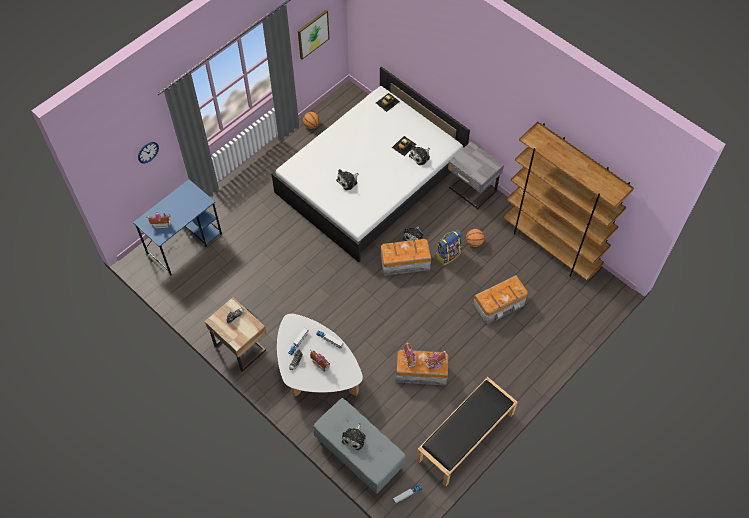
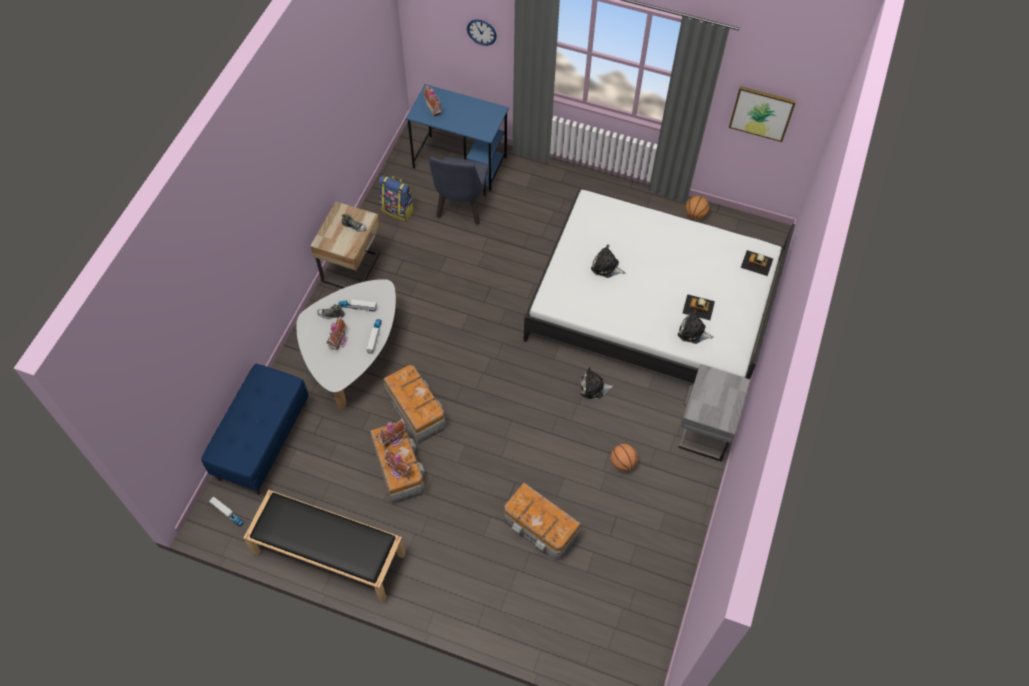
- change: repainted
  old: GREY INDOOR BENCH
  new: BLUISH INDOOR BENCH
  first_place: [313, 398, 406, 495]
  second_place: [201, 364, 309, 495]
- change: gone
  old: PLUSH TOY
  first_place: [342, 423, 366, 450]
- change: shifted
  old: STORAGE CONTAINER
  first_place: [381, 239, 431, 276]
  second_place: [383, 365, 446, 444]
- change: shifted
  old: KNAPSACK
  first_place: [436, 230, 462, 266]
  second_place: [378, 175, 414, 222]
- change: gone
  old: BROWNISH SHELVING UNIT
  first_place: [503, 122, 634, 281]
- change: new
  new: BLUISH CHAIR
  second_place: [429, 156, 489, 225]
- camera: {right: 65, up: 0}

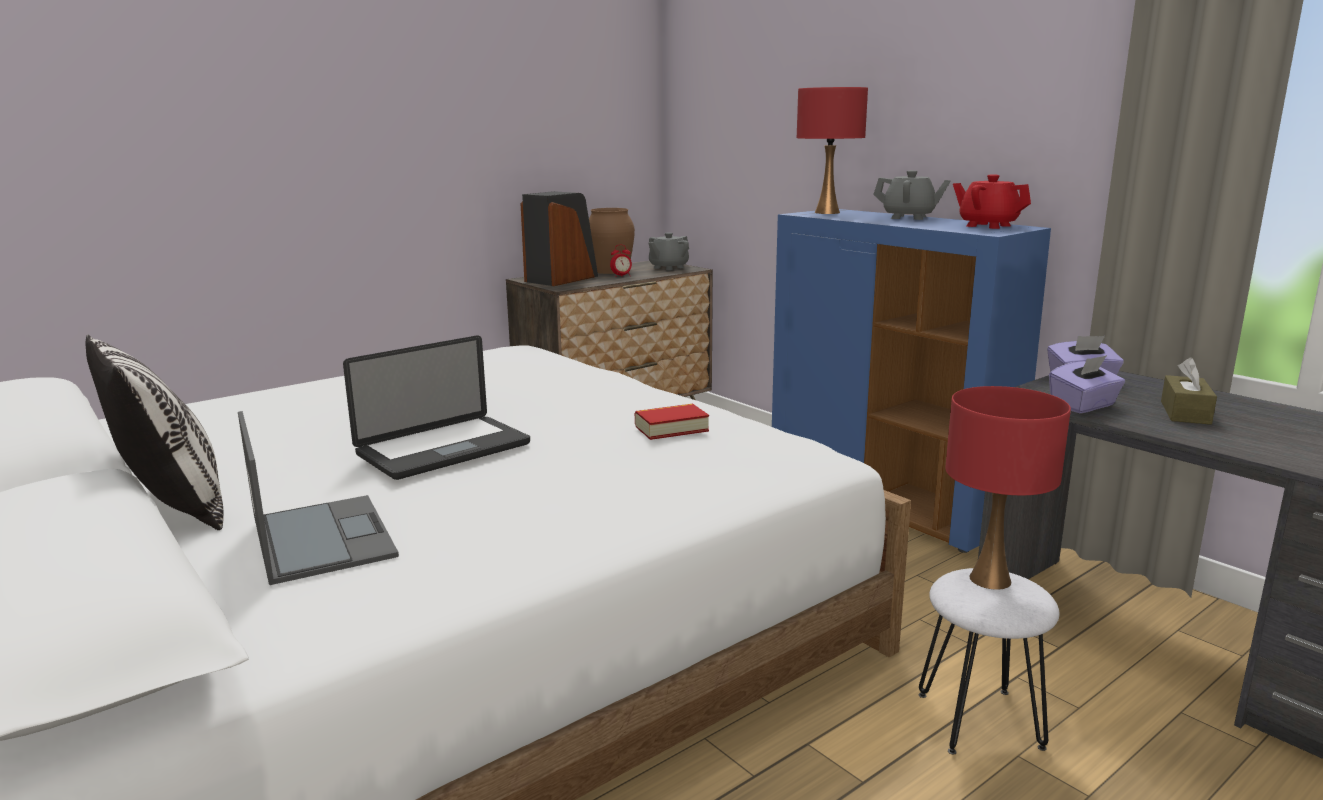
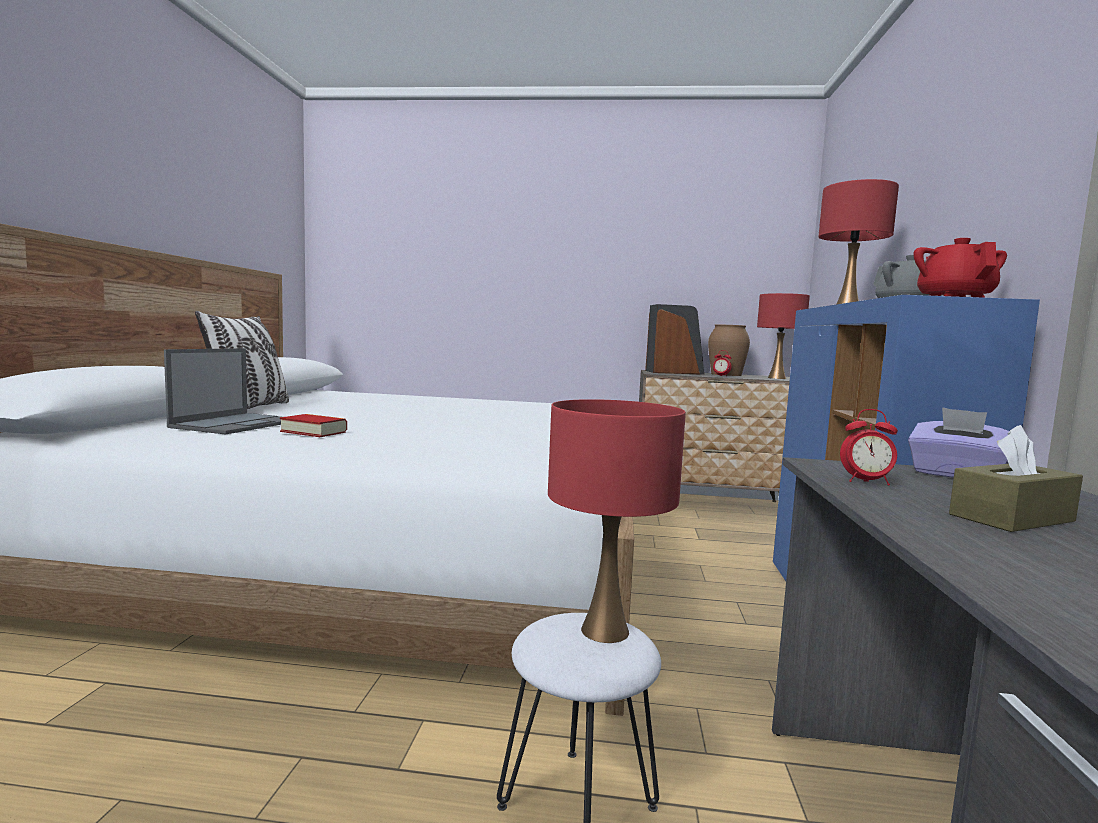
- change: gone
  old: PORTABLE COMPUTER
  first_place: [343, 336, 530, 480]
- change: shifted
  old: BOUND BOOK
  first_place: [635, 404, 709, 440]
  second_place: [280, 414, 347, 437]
- change: swapped
  old: GREY TEAPOT
  new: RED-COLOURED TABLETOP LAMP
  first_place: [649, 233, 689, 270]
  second_place: [757, 293, 810, 379]
- change: swapped
  old: PURPLE TISSUE HOLDER
  new: BEDSIDE CLOCK
  first_place: [1049, 355, 1125, 413]
  second_place: [840, 409, 898, 486]
- camera: {right: 45, up: -10}

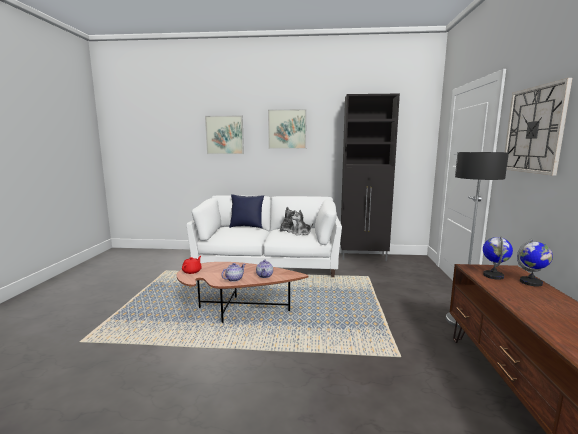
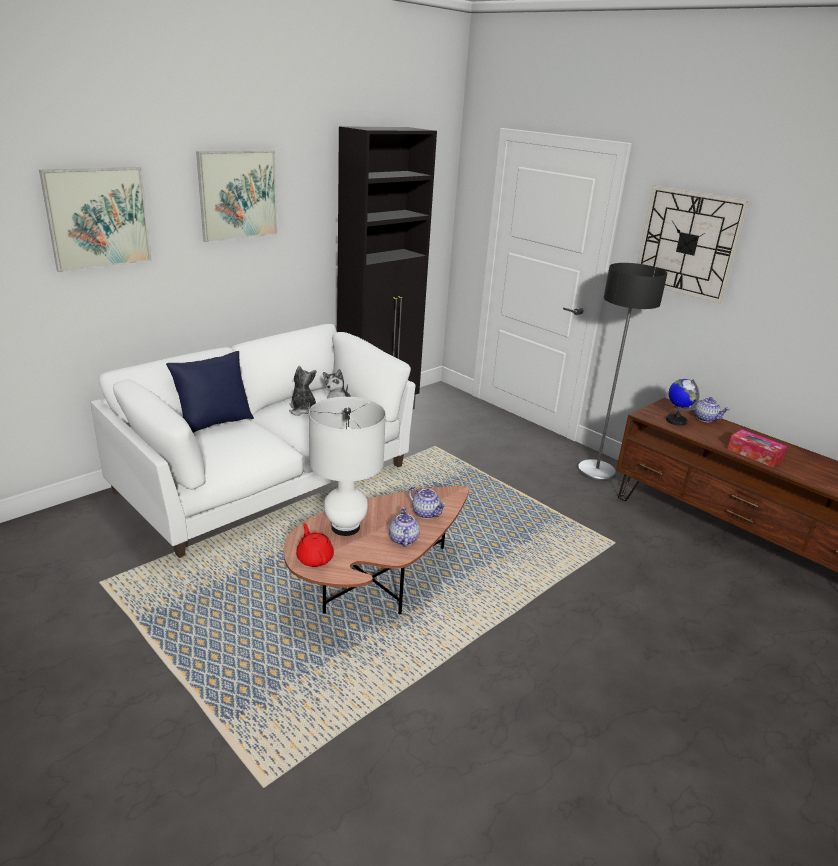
- change: swapped
  old: DESK GLOBE
  new: TEAPOT
  first_place: [517, 239, 553, 287]
  second_place: [689, 397, 730, 422]
- change: new
  new: WHITE-COLOURED TABLETOP LAMP
  second_place: [309, 397, 386, 536]
- change: new
  new: TISSUE HOLDER
  second_place: [728, 429, 787, 467]
- camera: {right: -50, up: 15}

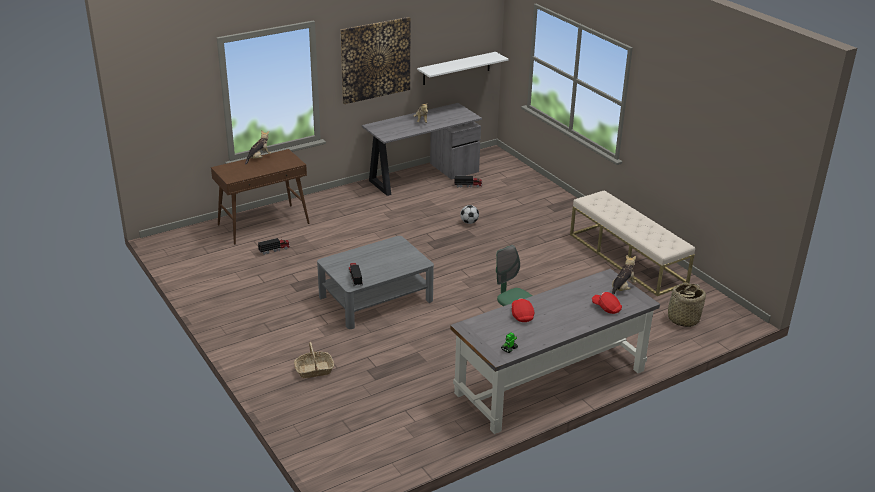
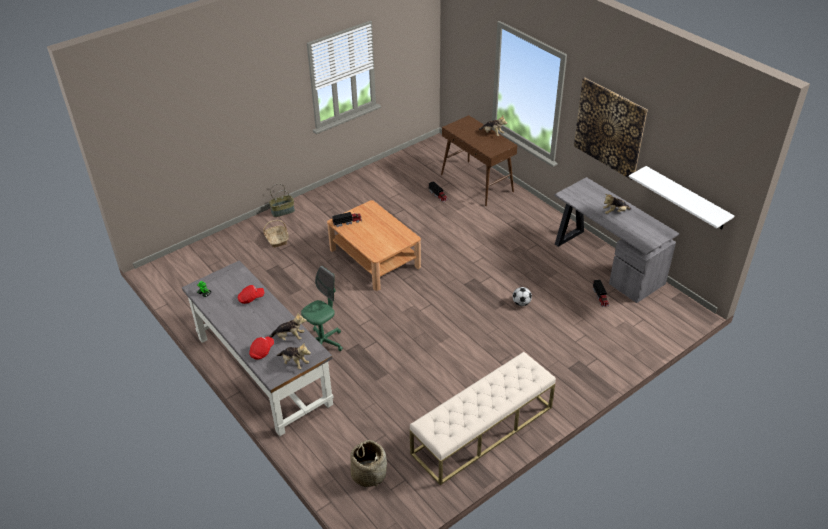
- change: repainted
  old: GREY LOW TABLE
  new: BROWNISH LOW TABLE
  first_place: [317, 236, 434, 329]
  second_place: [327, 200, 421, 291]
- change: new
  new: STORAGE BASKET
  second_place: [269, 183, 295, 217]
- change: new
  new: PLUSH TOY
  second_place: [269, 313, 307, 341]
- camera: {right: 85, up: 10}

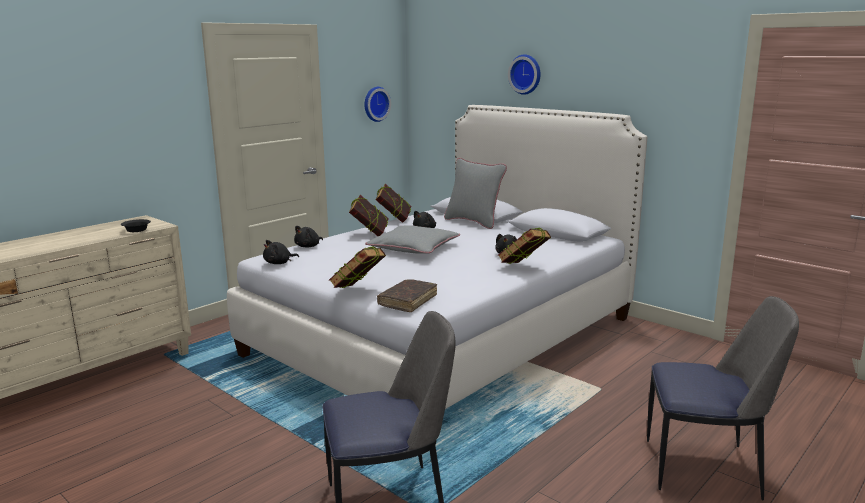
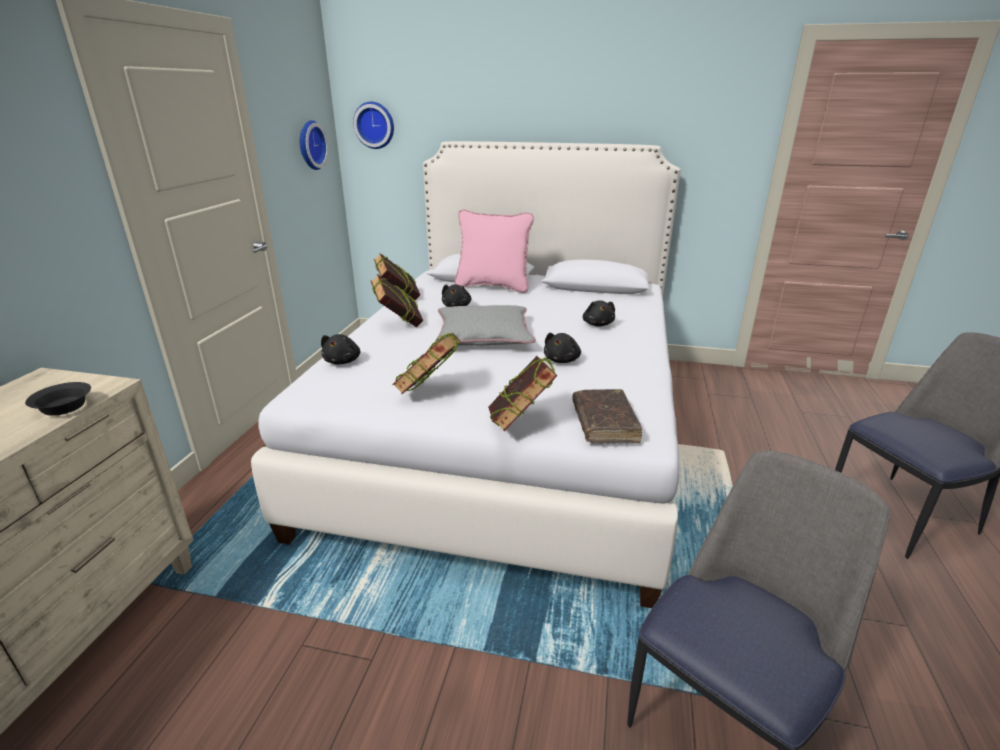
- change: shifted
  old: BLACK PLUSH TOY
  first_place: [263, 240, 299, 264]
  second_place: [544, 333, 581, 363]
- change: repainted
  old: GREY CUSHION
  new: PINK-COLOURED CUSHION
  first_place: [444, 158, 507, 229]
  second_place: [454, 209, 534, 293]
- change: shifted
  old: BOUND BOOK
  first_place: [497, 227, 551, 264]
  second_place: [392, 332, 461, 395]
- change: shifted
  old: WALL CLOCK
  first_place: [508, 54, 541, 95]
  second_place: [353, 102, 394, 149]
- camera: {right: -30, up: 10}

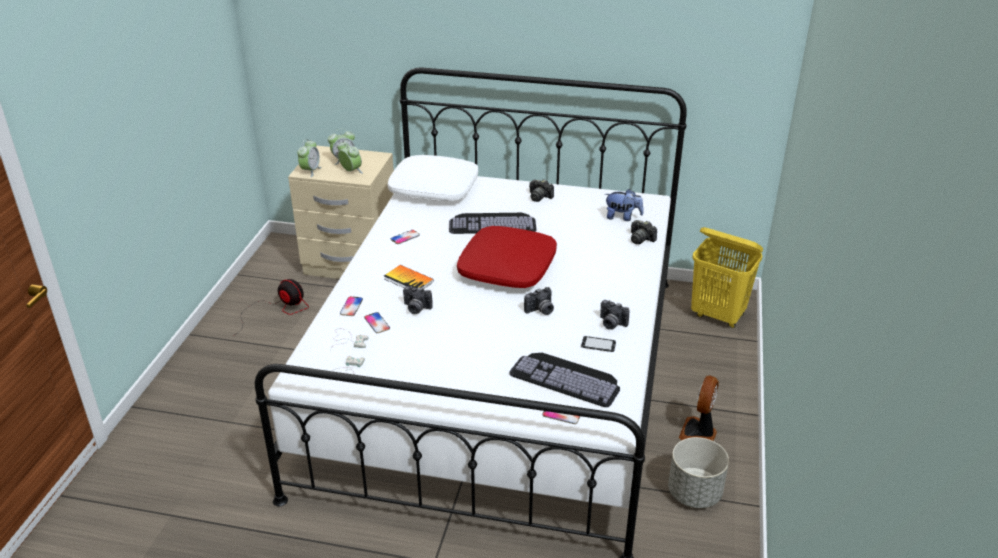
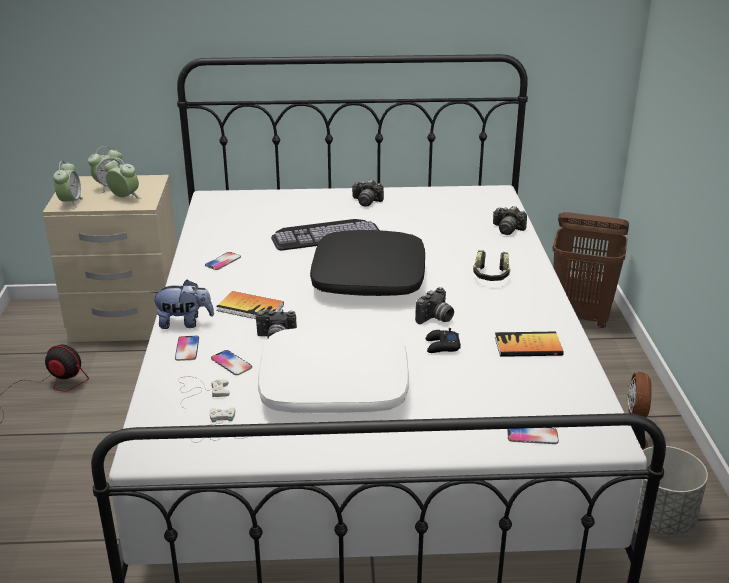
- change: shifted
  old: WHITE-COLOURED CUSHION
  first_place: [388, 155, 478, 201]
  second_place: [258, 326, 409, 414]
- change: repainted
  old: RED-COLOURED CUSHION
  new: BLACK CUSHION
  first_place: [457, 226, 557, 288]
  second_place: [310, 230, 425, 296]
- change: gone
  old: PC KEYBOARD
  first_place: [509, 353, 620, 407]
- change: swapped
  old: HANDSET
  new: BOUND BOOK
  first_place: [581, 336, 616, 352]
  second_place: [495, 332, 564, 357]
- change: gone
  old: PHOTO CAMERA
  first_place: [600, 300, 630, 330]
- change: shifted
  old: PLUSH TOY
  first_place: [605, 189, 644, 221]
  second_place: [151, 280, 214, 329]
- change: repainted
  old: YELLOWISH LAUNDRY BASKET
  new: BROWNISH LAUNDRY BASKET
  first_place: [691, 227, 763, 328]
  second_place: [553, 212, 629, 328]
- change: new
  new: BLACK GAMEPAD
  second_place: [426, 328, 461, 353]
- change: new
  new: HEADSET
  second_place: [473, 250, 510, 281]
- camera: {right: -15, up: -5}

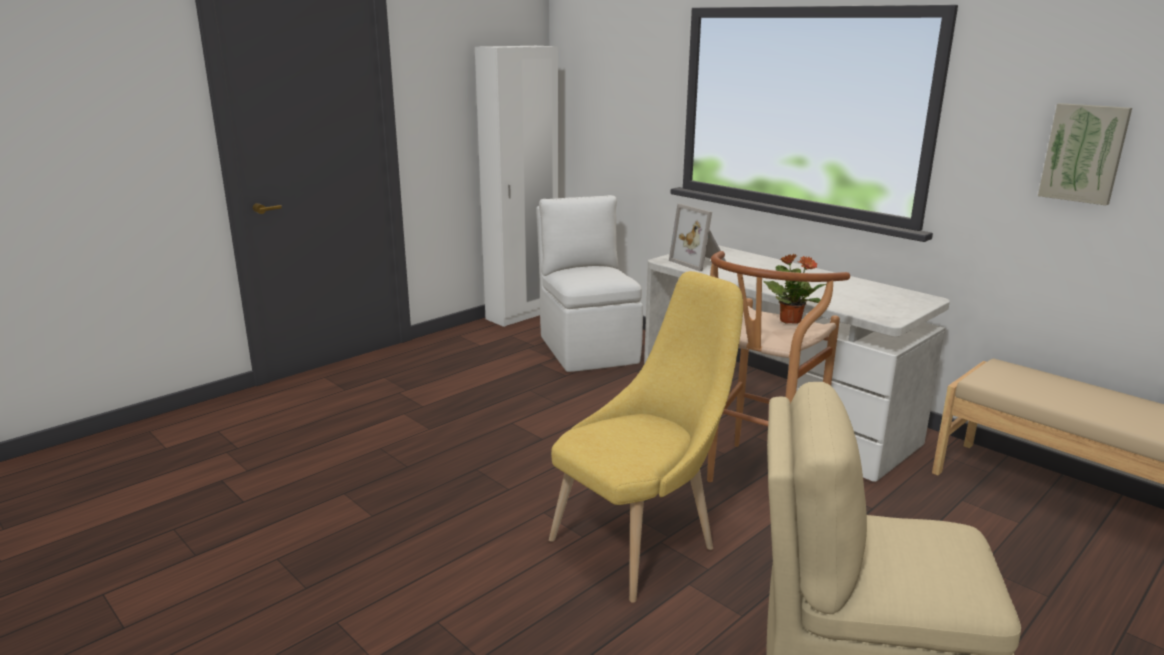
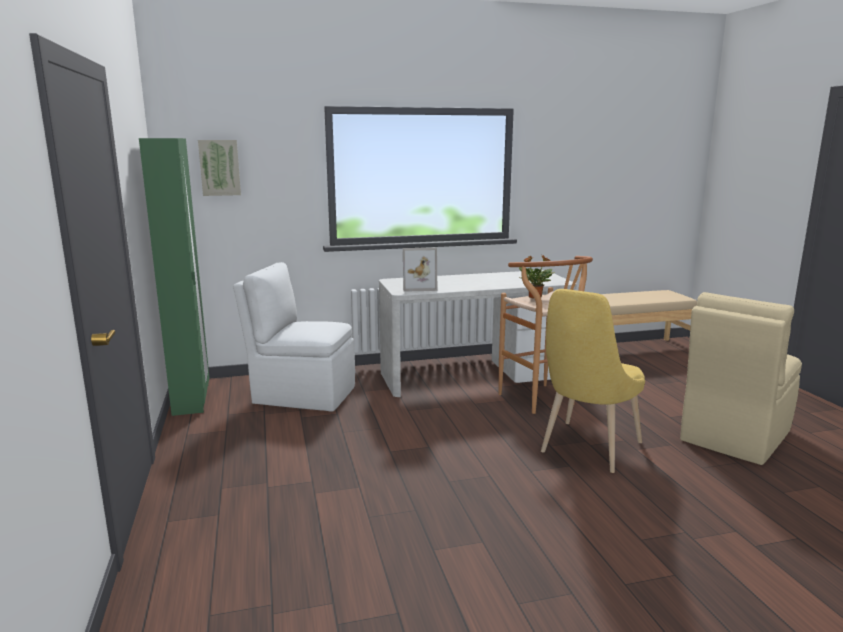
- change: repainted
  old: WHITE-COLOURED CLOTHES CUPBOARD
  new: GREEN CLOTHES CUPBOARD
  first_place: [475, 46, 559, 327]
  second_place: [139, 138, 209, 416]
- change: rotated
  old: YELLOWISH CHAIR
  first_place: [549, 271, 743, 603]
  second_place: [541, 289, 645, 473]
  degrees: -135
- change: shifted
  old: WALL PICTURE
  first_place: [1038, 103, 1132, 205]
  second_place: [198, 140, 241, 196]
- camera: {right: -60, up: -5}

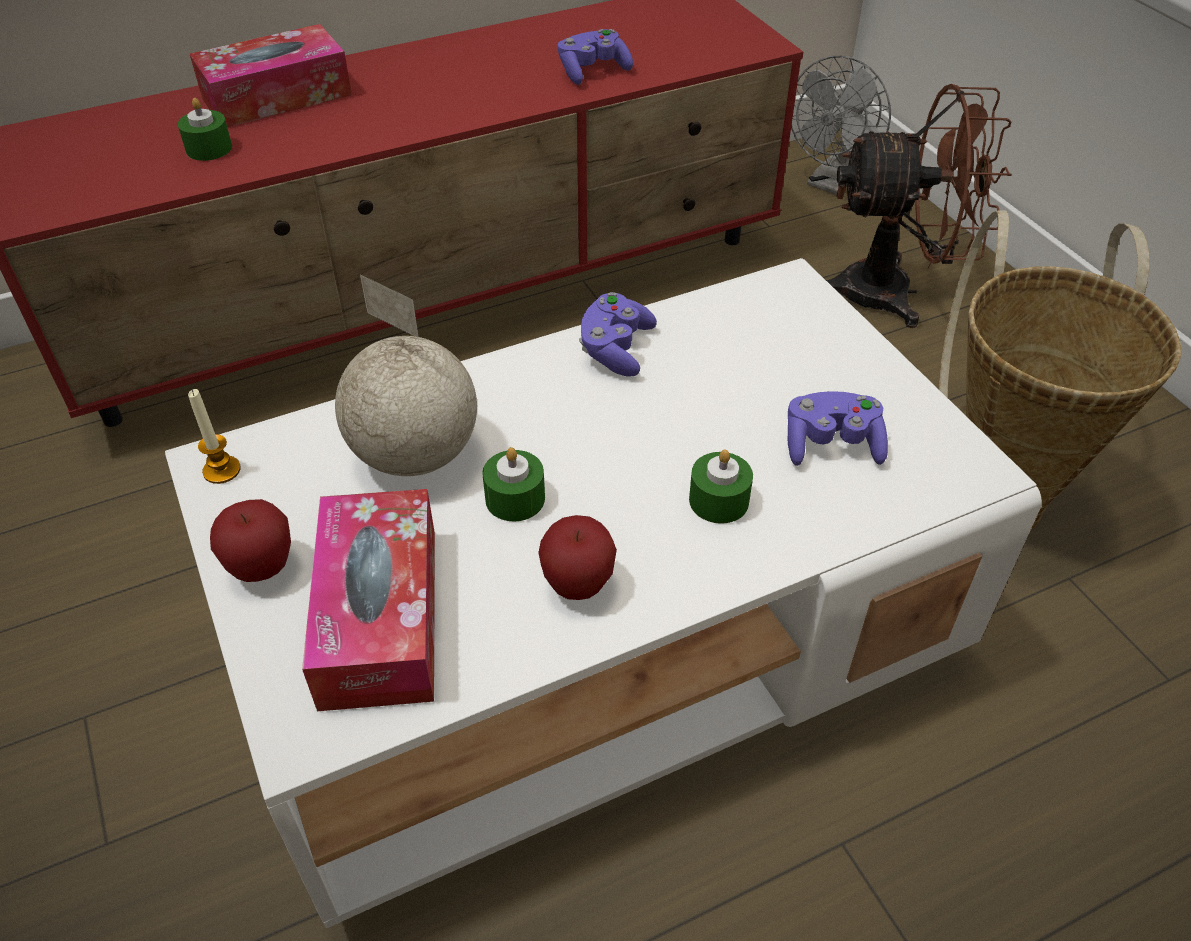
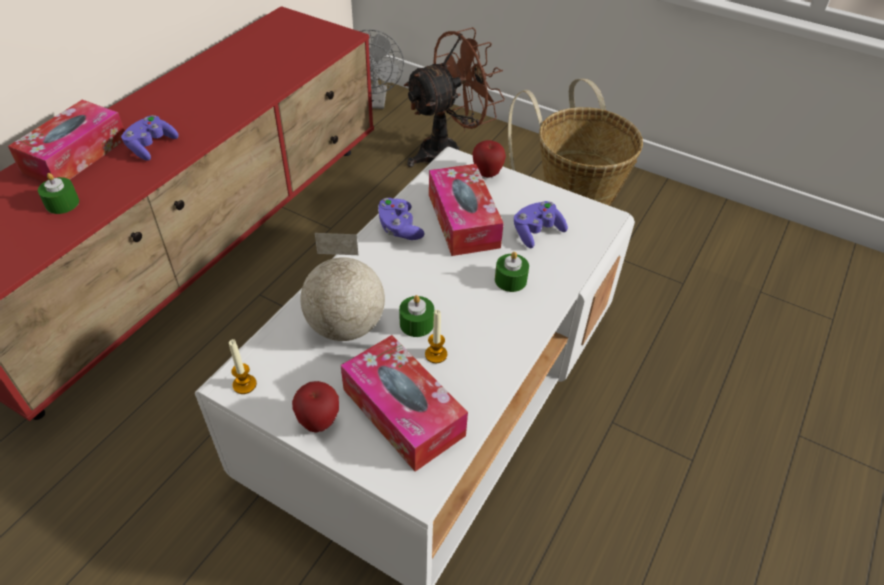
- change: shifted
  old: WHOLE APPLE
  first_place: [538, 515, 617, 600]
  second_place: [472, 140, 506, 178]
- change: shifted
  old: PURPLE GAMEPAD
  first_place: [558, 29, 633, 85]
  second_place: [121, 115, 178, 161]
- change: new
  new: CANDLE
  second_place: [425, 310, 447, 363]
- change: new
  new: TISSUE HOLDER
  second_place: [429, 164, 504, 256]
- camera: {right: -35, up: 0}

